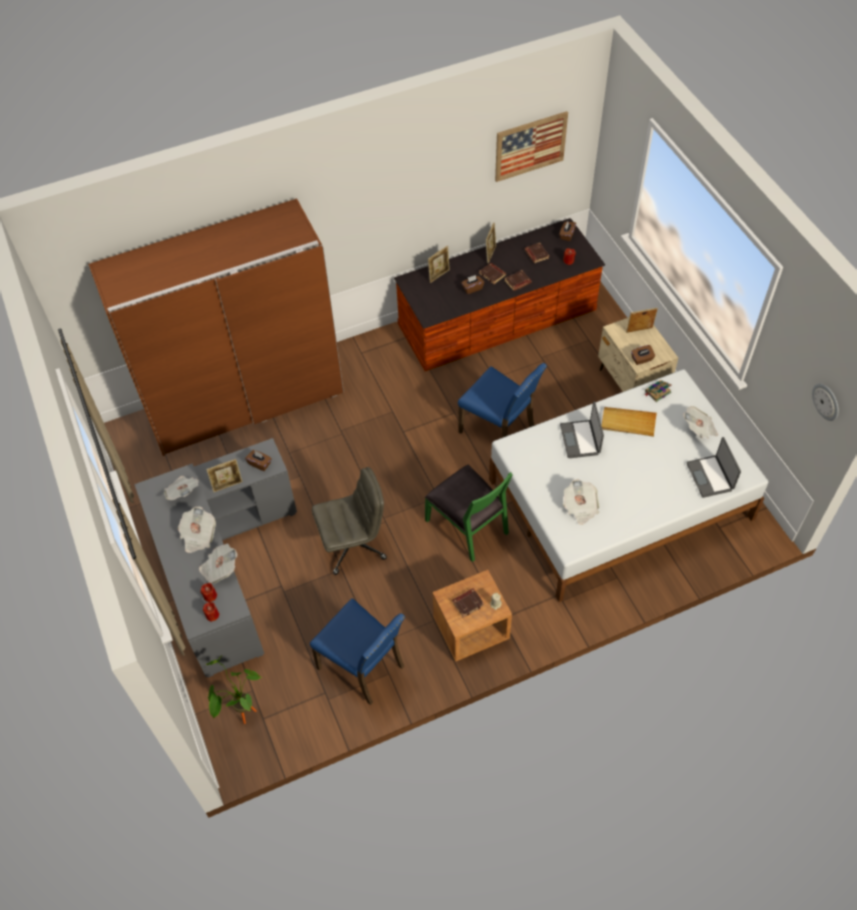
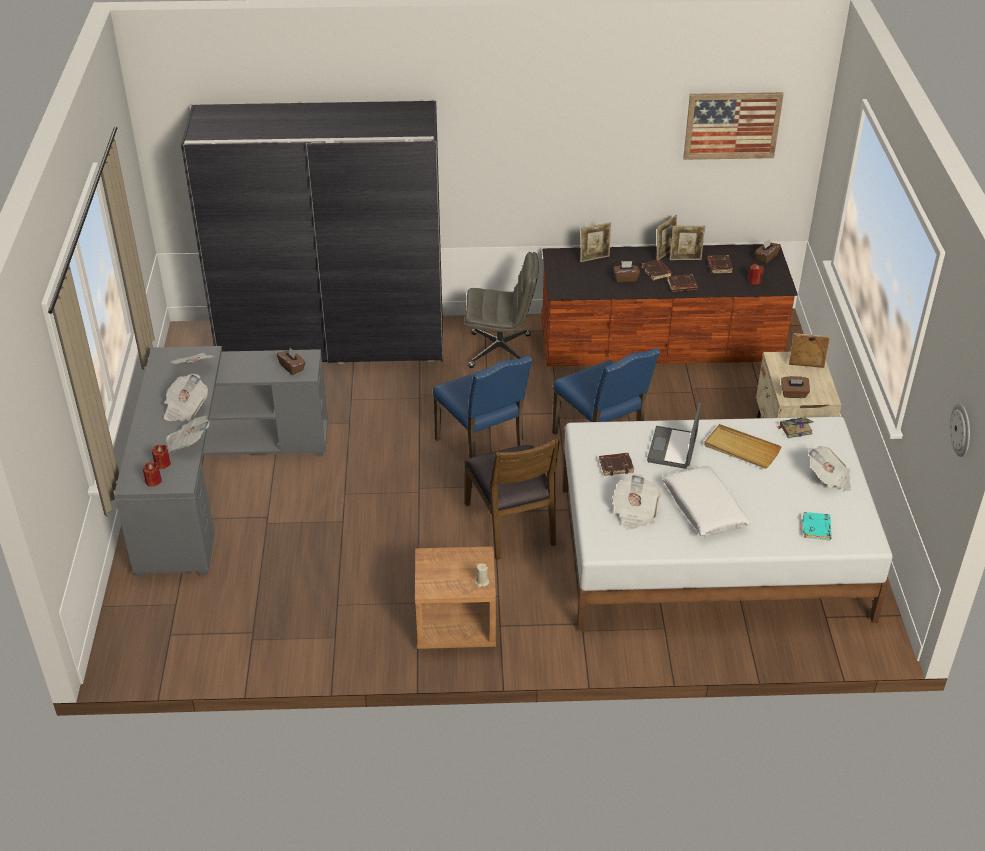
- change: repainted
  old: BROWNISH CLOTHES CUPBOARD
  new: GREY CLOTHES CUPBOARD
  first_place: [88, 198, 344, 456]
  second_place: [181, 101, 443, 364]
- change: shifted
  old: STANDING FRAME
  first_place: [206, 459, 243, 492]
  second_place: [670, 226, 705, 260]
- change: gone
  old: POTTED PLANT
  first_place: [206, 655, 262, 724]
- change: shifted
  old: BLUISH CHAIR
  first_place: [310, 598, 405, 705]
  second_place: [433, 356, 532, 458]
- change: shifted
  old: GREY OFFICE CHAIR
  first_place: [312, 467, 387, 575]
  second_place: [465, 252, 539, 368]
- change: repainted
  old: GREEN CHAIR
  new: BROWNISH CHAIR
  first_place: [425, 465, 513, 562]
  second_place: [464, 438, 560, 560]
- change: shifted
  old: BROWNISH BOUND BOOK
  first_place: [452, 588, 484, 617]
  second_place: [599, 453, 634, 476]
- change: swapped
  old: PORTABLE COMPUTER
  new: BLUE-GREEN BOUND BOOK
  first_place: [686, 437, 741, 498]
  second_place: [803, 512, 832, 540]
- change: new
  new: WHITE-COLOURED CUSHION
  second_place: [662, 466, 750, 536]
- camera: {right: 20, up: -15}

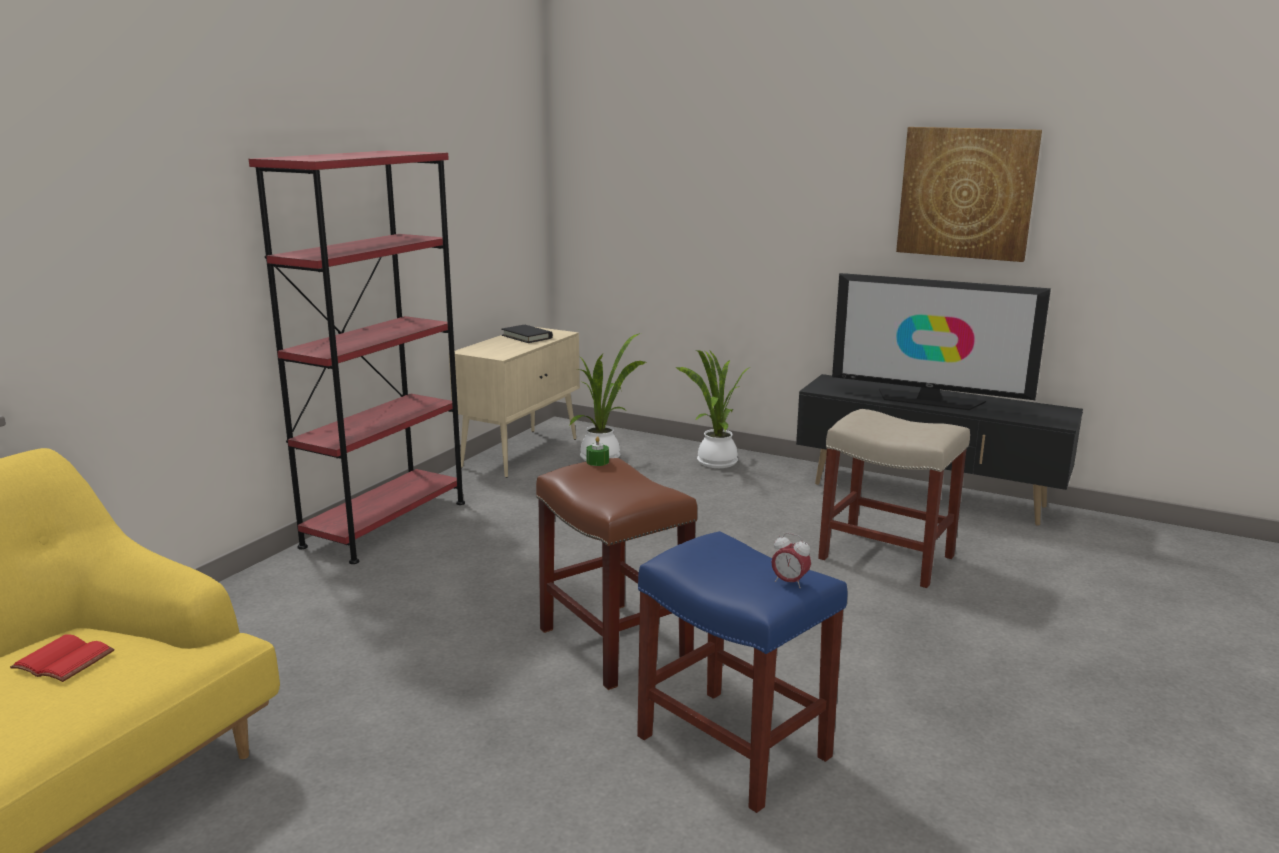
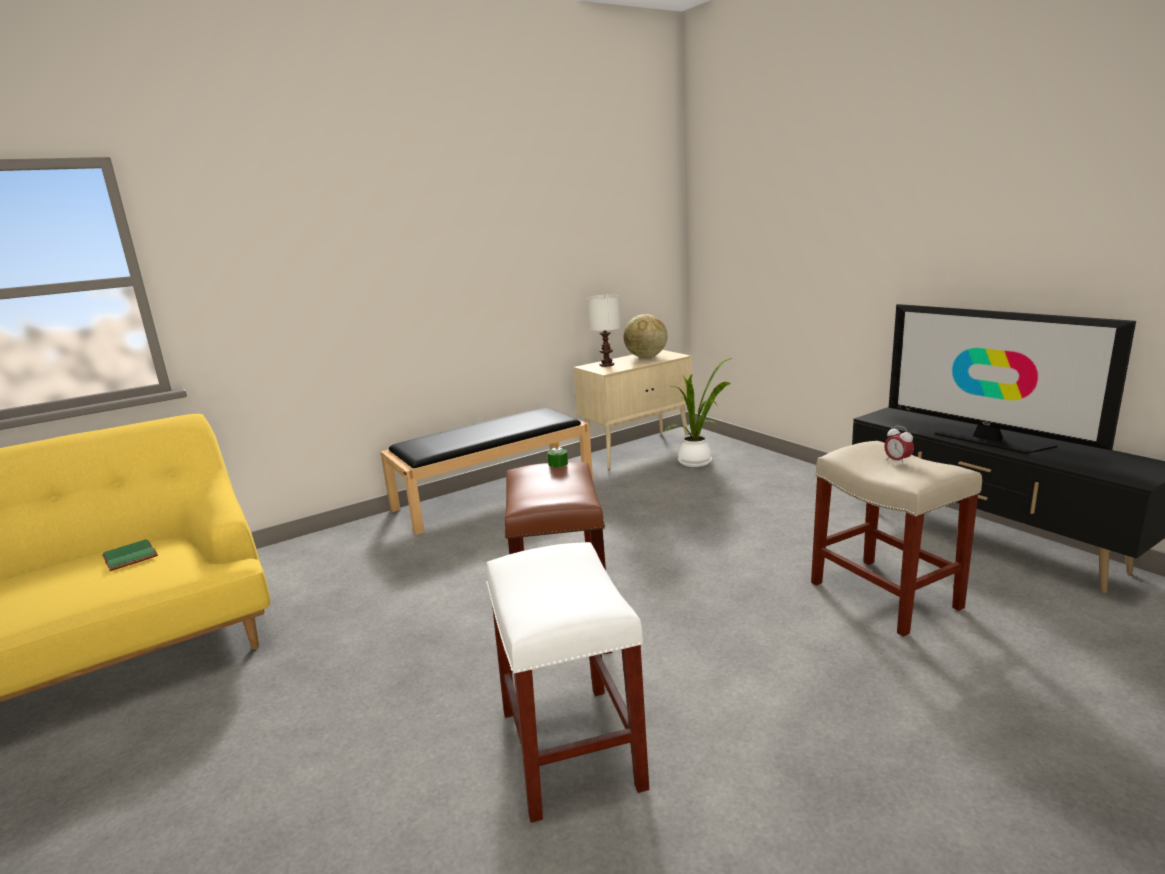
- change: repainted
  old: RED-COLOURED BOUND BOOK
  new: GREEN BOUND BOOK
  first_place: [10, 634, 114, 682]
  second_place: [102, 539, 158, 571]
- change: swapped
  old: RED-COLOURED SHELVING UNIT
  new: BLACK INDOOR BENCH
  first_place: [249, 151, 465, 564]
  second_place: [380, 408, 593, 535]
- change: swapped
  old: BLACK BOUND BOOK
  new: DESK GLOBE
  first_place: [501, 325, 553, 343]
  second_place: [624, 314, 667, 358]
- change: repainted
  old: BLUISH STOOL
  new: WHITE-COLOURED STOOL
  first_place: [637, 531, 847, 813]
  second_place: [486, 542, 649, 823]
- change: gone
  old: POTTED PLANT
  first_place: [676, 350, 750, 468]
- change: shifted
  old: BEDSIDE CLOCK
  first_place: [771, 533, 811, 588]
  second_place: [884, 425, 914, 465]
- change: gone
  old: WALL PICTURE
  first_place: [896, 127, 1042, 262]
- change: new
  new: WHITE-COLOURED TABLETOP LAMP
  second_place: [587, 295, 620, 367]
- camera: {right: 30, up: 0}

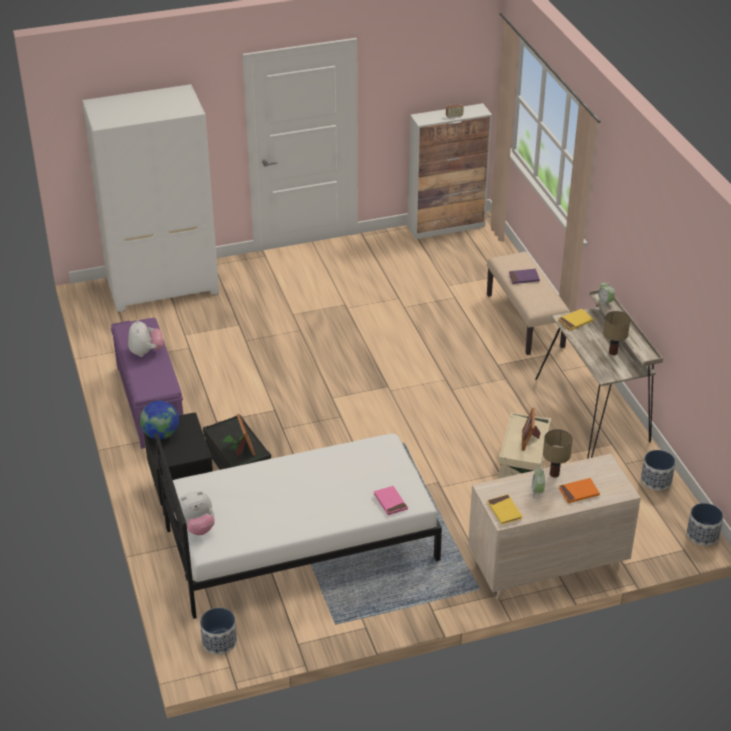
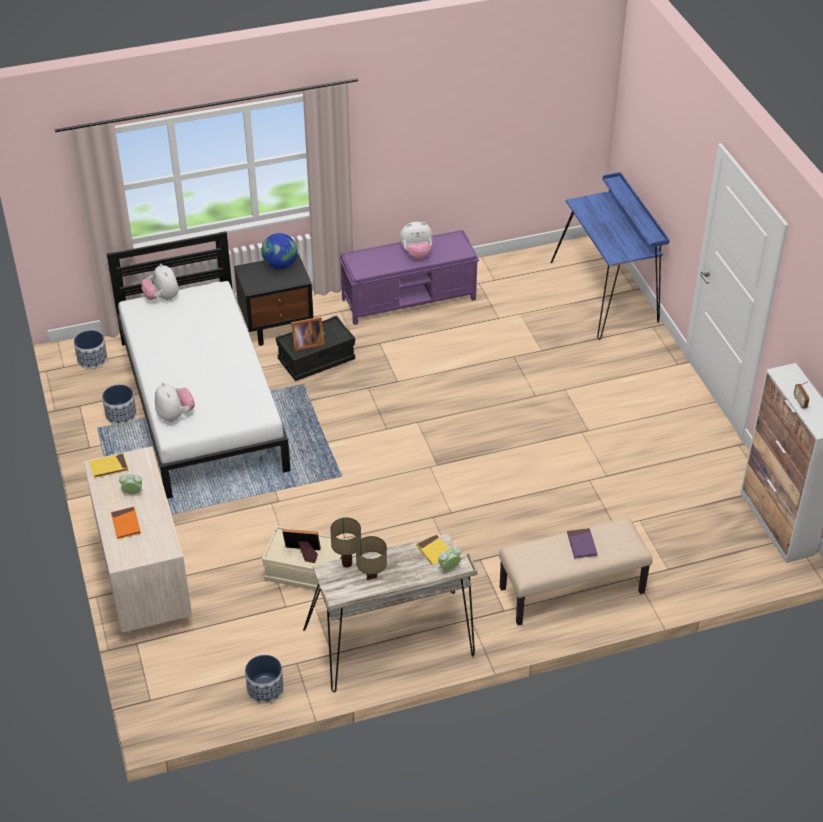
- change: swapped
  old: WHITE-COLOURED CLOTHES CUPBOARD
  new: BLUISH DESK TABLE
  first_place: [82, 84, 219, 312]
  second_place: [551, 172, 670, 339]
- change: swapped
  old: PINK-COLOURED BOUND BOOK
  new: PLUSH TOY
  first_place: [374, 486, 408, 515]
  second_place: [155, 382, 195, 422]
- change: shifted
  old: TABLETOP LAMP
  first_place: [543, 429, 573, 478]
  second_place: [330, 517, 361, 567]
- change: shifted
  old: FLOWER POT
  first_place: [687, 503, 723, 546]
  second_place: [102, 385, 137, 425]
- camera: {right: 90, up: 5}

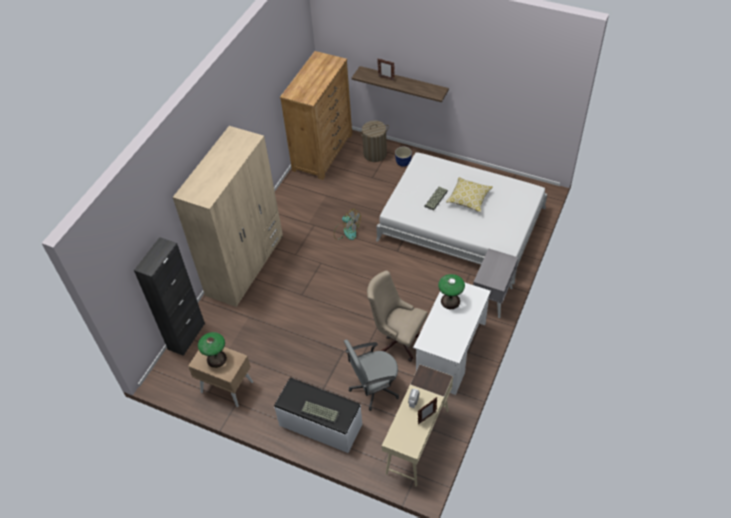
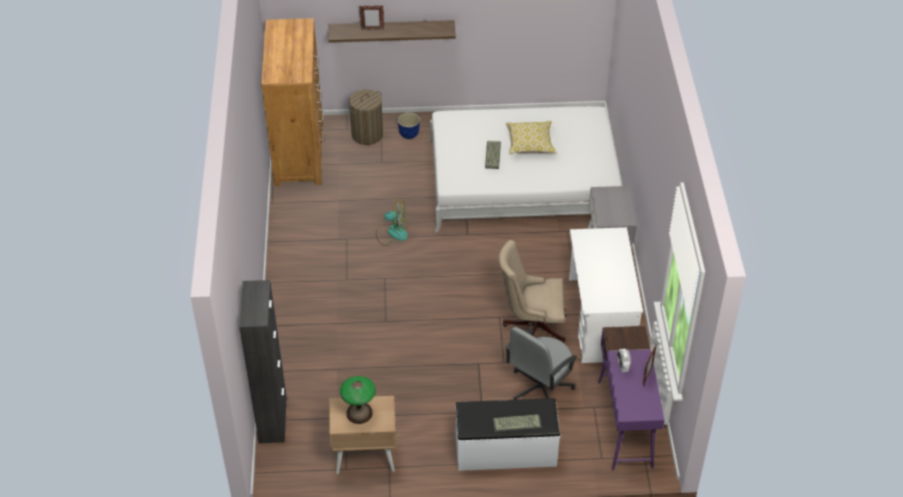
- change: gone
  old: SAND-COLOURED CLOTHES CUPBOARD
  first_place: [173, 126, 283, 307]
- change: repainted
  old: SAND-COLOURED DESK TABLE
  new: PURPLE DESK TABLE
  first_place: [382, 364, 453, 487]
  second_place: [598, 326, 665, 470]
- change: gone
  old: TABLETOP LAMP
  first_place: [438, 274, 465, 309]
- camera: {right: -30, up: -5}

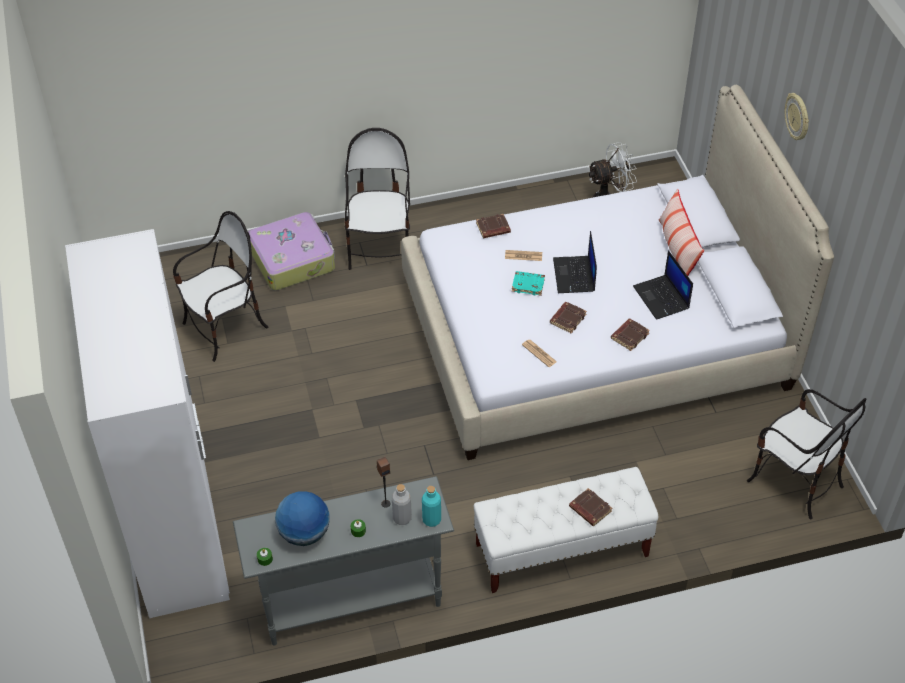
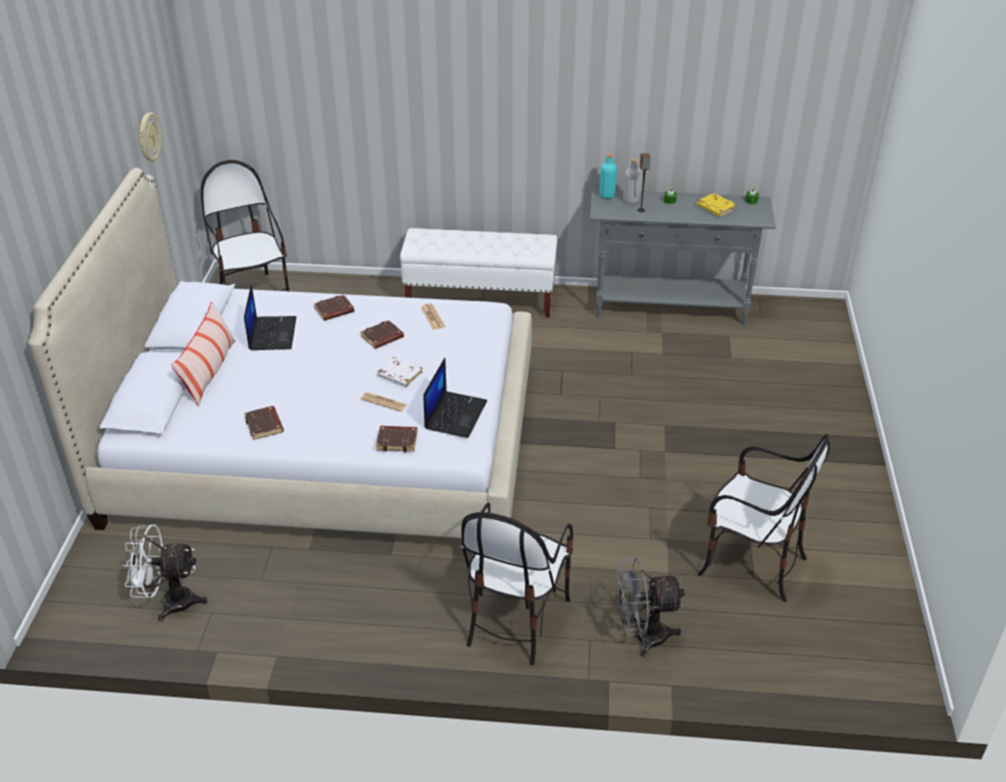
- change: gone
  old: WHITE-COLOURED CLOTHES CUPBOARD
  first_place: [65, 229, 230, 618]
- change: rotated
  old: CHAIR
  first_place: [173, 211, 269, 362]
  second_place: [698, 434, 830, 602]
  degrees: -135
- change: swapped
  old: SUITCASE
  new: GREY COOLING FAN
  first_place: [248, 212, 335, 291]
  second_place: [615, 558, 685, 657]
- change: swapped
  old: DESK GLOBE
  new: YELLOWISH BOUND BOOK
  first_place: [275, 491, 330, 546]
  second_place: [696, 193, 736, 217]
- change: repainted
  old: BLUE-GREEN BOUND BOOK
  new: WHITE-COLOURED BOUND BOOK
  first_place: [512, 271, 545, 296]
  second_place: [377, 357, 423, 387]
- change: shifted
  old: PORTABLE COMPUTER
  first_place: [553, 231, 597, 293]
  second_place: [423, 358, 487, 438]
- change: shifted
  old: BROWNISH BOUND BOOK
  first_place: [569, 488, 613, 526]
  second_place: [244, 406, 284, 440]
- change: shifted
  old: WALL CLOCK
  first_place: [785, 93, 809, 140]
  second_place: [139, 112, 161, 162]
- camera: {right: -160, up: -10}

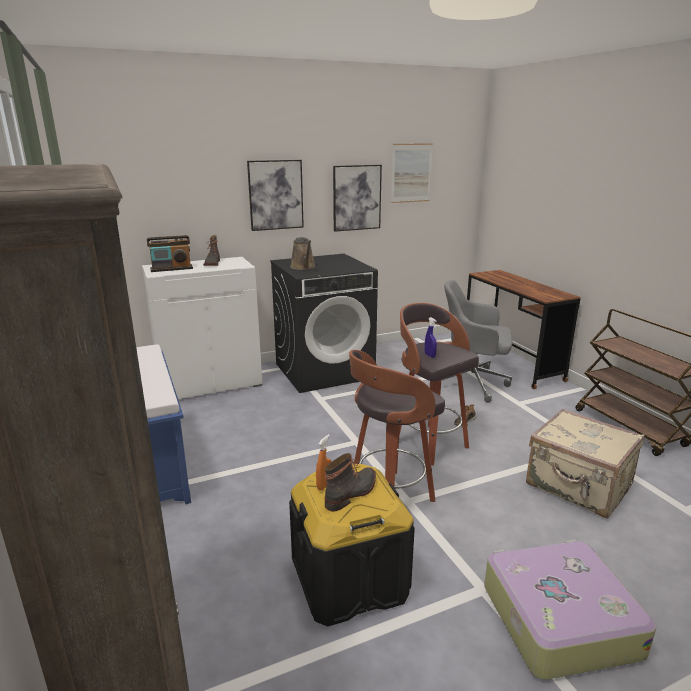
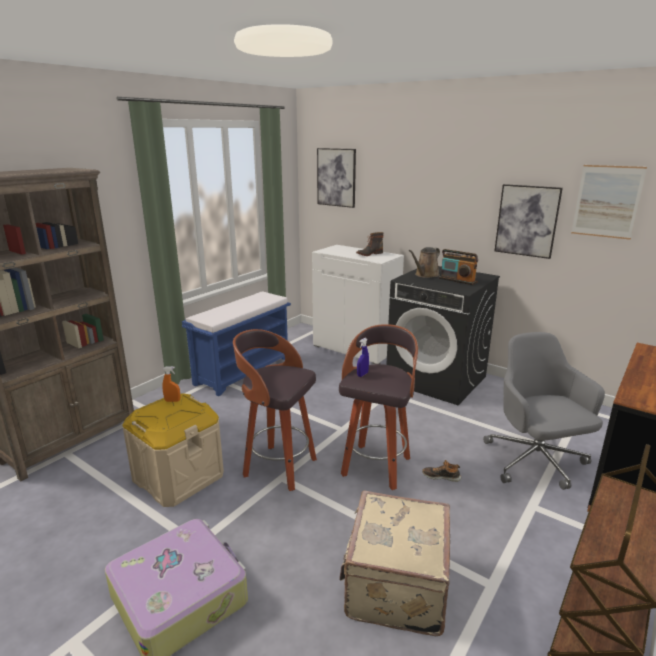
- change: shifted
  old: RADIO
  first_place: [147, 235, 193, 272]
  second_place: [439, 249, 478, 285]
- change: shifted
  old: WALL PICTURE
  first_place: [247, 160, 304, 231]
  second_place: [317, 148, 356, 208]
- change: repainted
  old: BLACK STORAGE CONTAINER
  new: SAND-COLOURED STORAGE CONTAINER
  first_place: [289, 464, 415, 627]
  second_place: [122, 393, 224, 507]
- change: gone
  old: HIGH-TOP BOOT
  first_place: [325, 453, 376, 512]
- camera: {right: 60, up: 0}

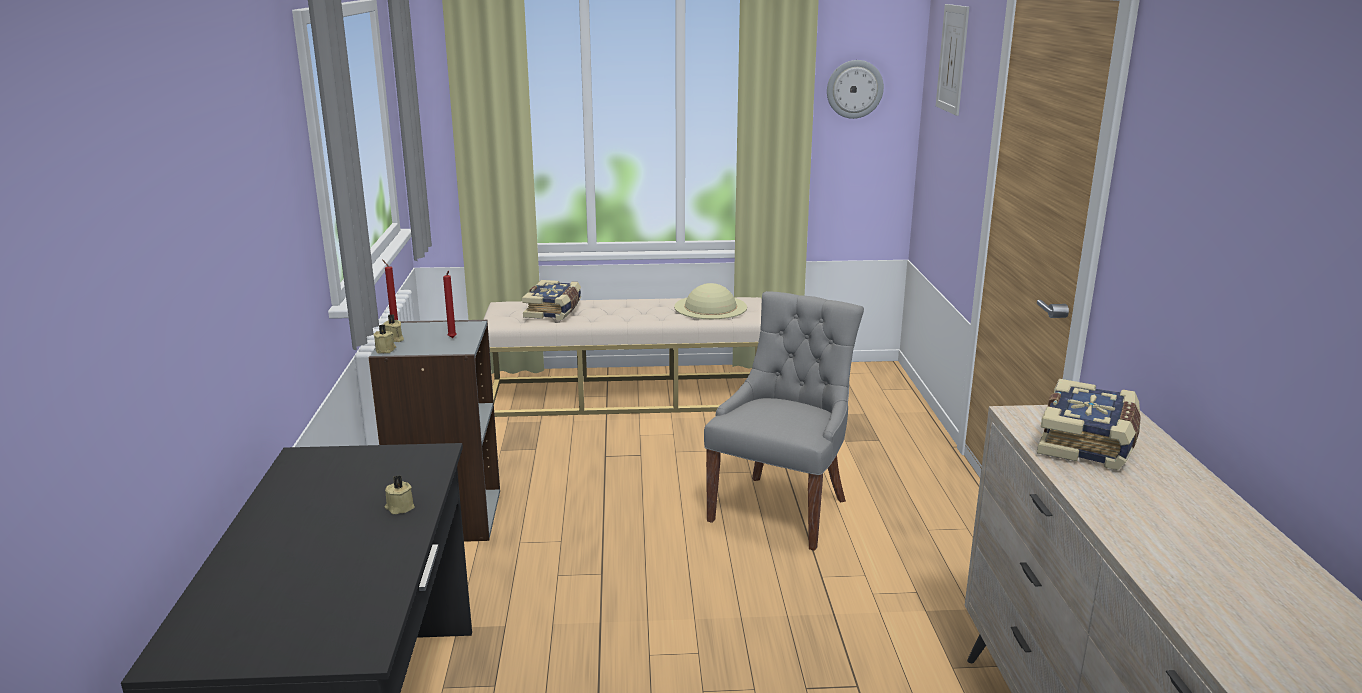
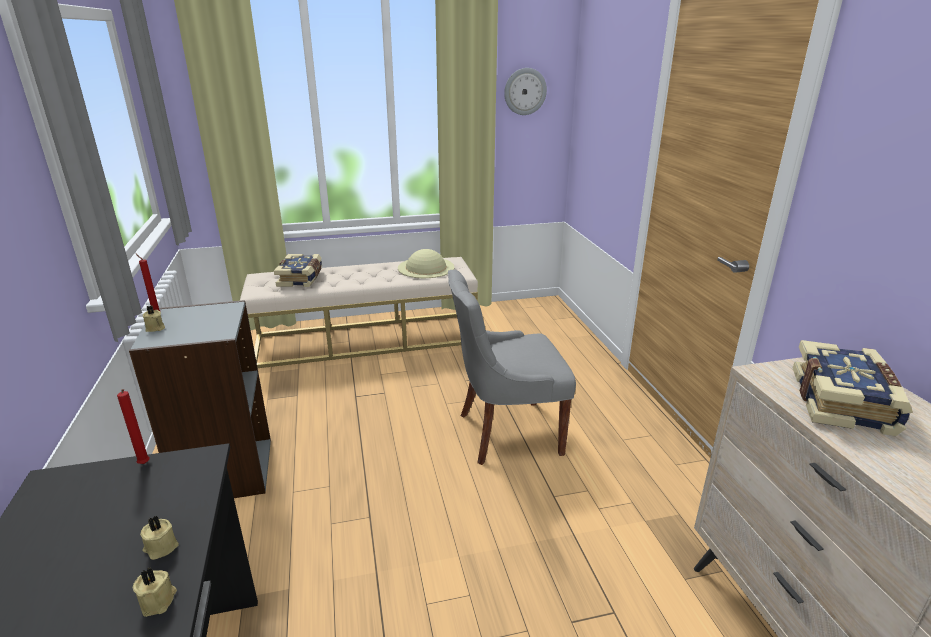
- change: shifted
  old: SAND-COLOURED CANDLE
  first_place: [373, 325, 396, 353]
  second_place: [133, 568, 177, 617]
- change: shifted
  old: RED-COLOURED CANDLE
  first_place: [443, 271, 457, 338]
  second_place: [117, 389, 149, 464]
- change: rotated
  old: GREY CHAIR
  first_place: [704, 291, 864, 551]
  second_place: [448, 270, 576, 465]
  degrees: -120
- change: gone
  old: WALL PICTURE
  first_place: [936, 4, 969, 116]
- camera: {right: -10, up: 5}

